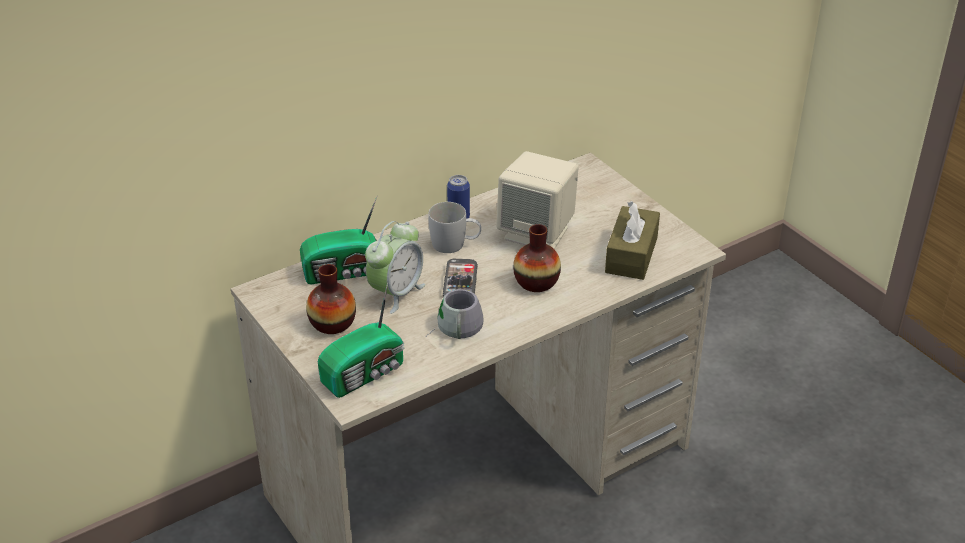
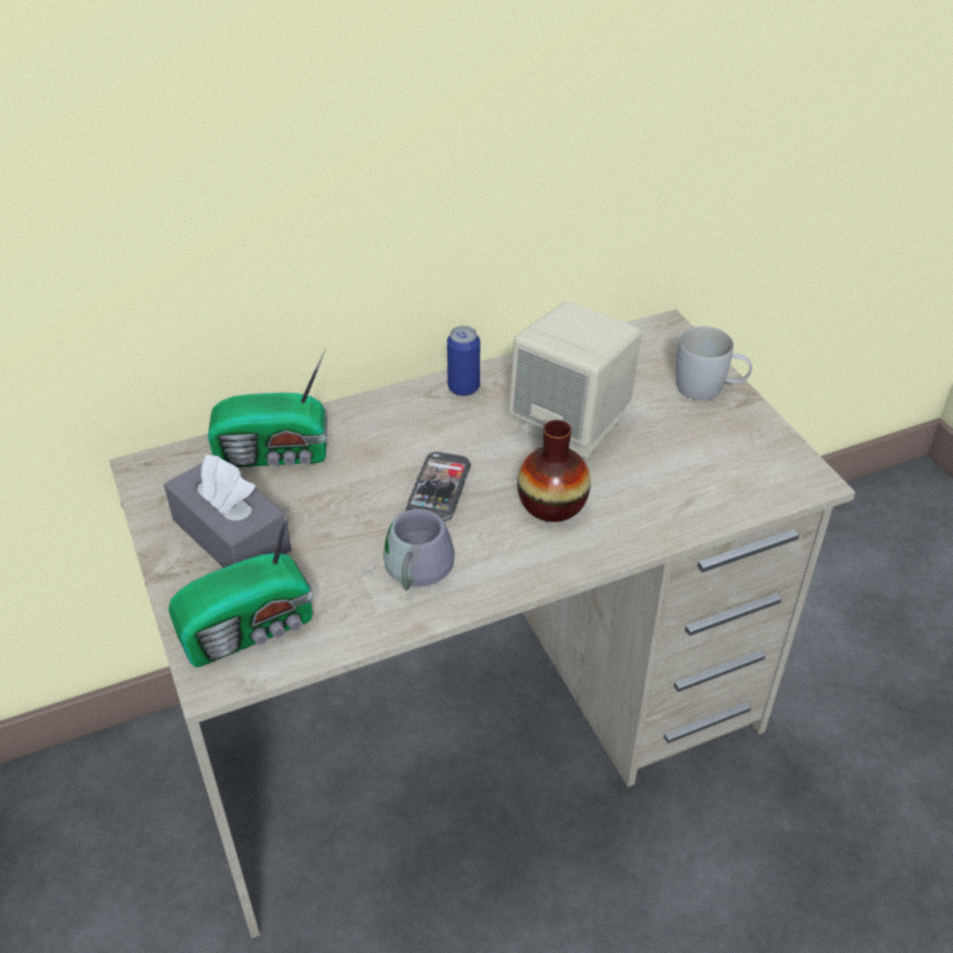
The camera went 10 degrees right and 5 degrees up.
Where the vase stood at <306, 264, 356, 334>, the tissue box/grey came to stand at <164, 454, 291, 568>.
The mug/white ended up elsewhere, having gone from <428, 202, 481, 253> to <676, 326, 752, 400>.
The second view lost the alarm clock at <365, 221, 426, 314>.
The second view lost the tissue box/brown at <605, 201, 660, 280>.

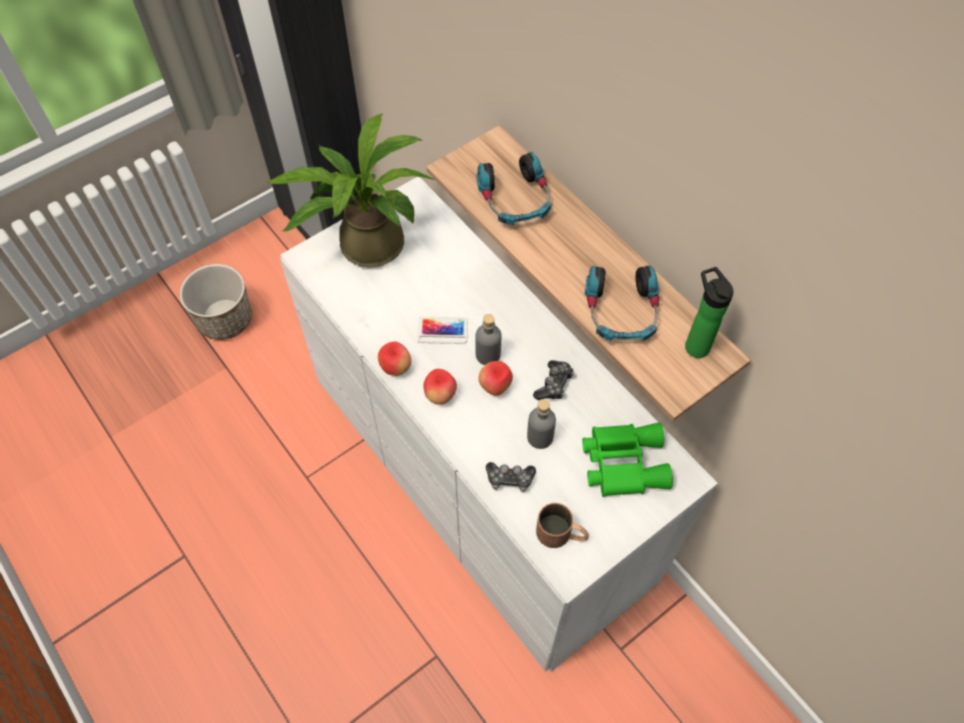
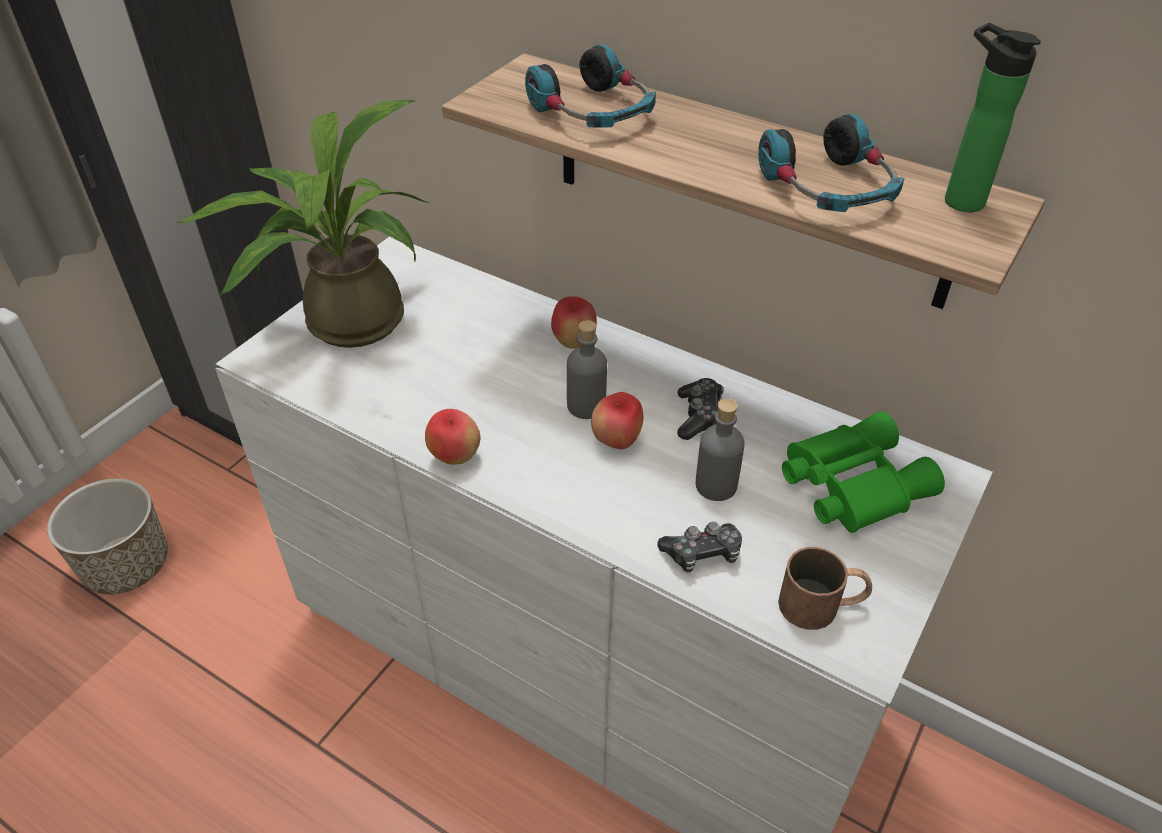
The camera went 20 degrees left and 15 degrees down.
The apple ended up elsewhere, having gone from <423, 369, 457, 405> to <551, 296, 597, 349>.
The second view lost the phone at <418, 316, 468, 344>.

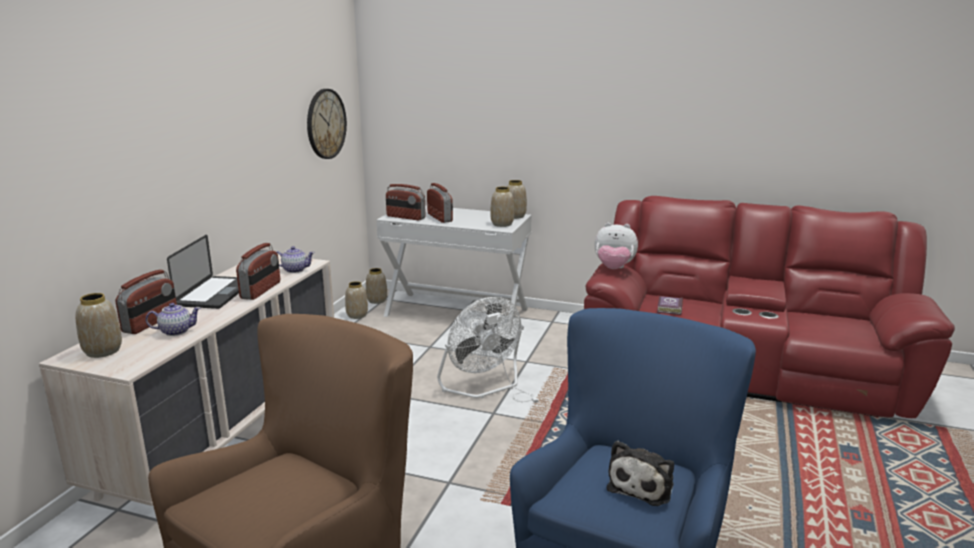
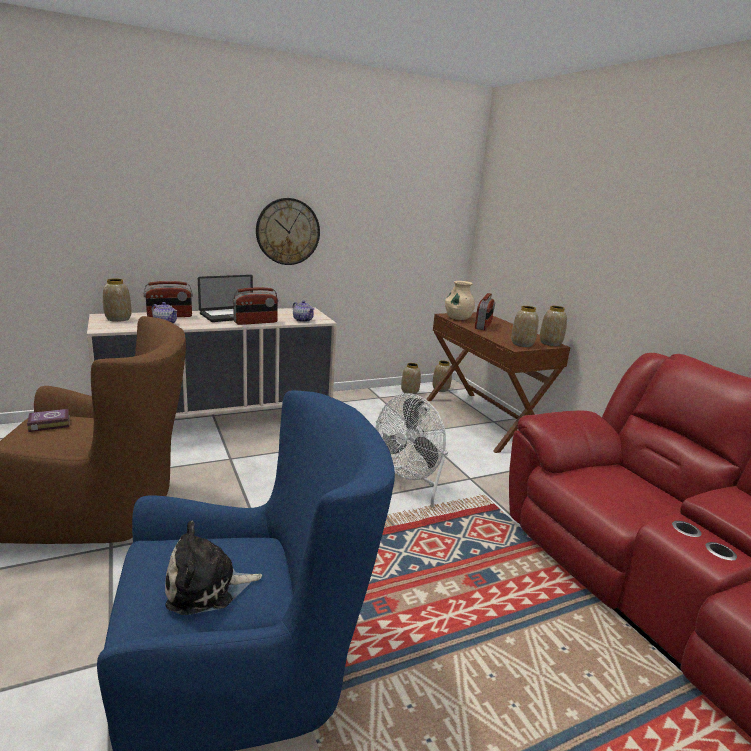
The camera went 45 degrees right and 0 degrees up.
The book ended up elsewhere, having gone from <657, 296, 683, 315> to <27, 409, 70, 432>.
The wall clock ended up elsewhere, having gone from <307, 89, 347, 159> to <256, 198, 320, 265>.
The fan/white at <437, 297, 538, 403> ended up facing another way, 150 degrees counterclockwise from before.
What was the console table/white at <376, 205, 532, 334> turned into the console table/brown at <427, 312, 571, 453>.
Where the radio stood at <386, 184, 426, 221>, the vase/beige came to stand at <445, 281, 475, 320>.
The second view lost the plush toy at <595, 223, 638, 269>.

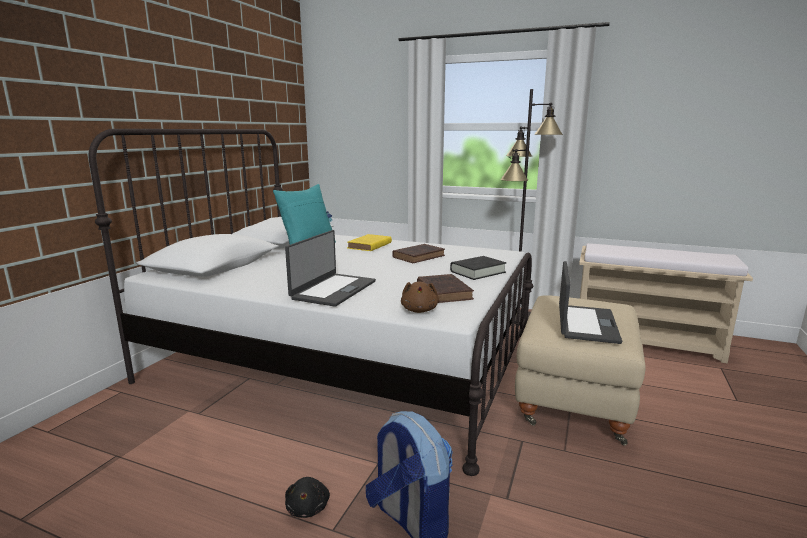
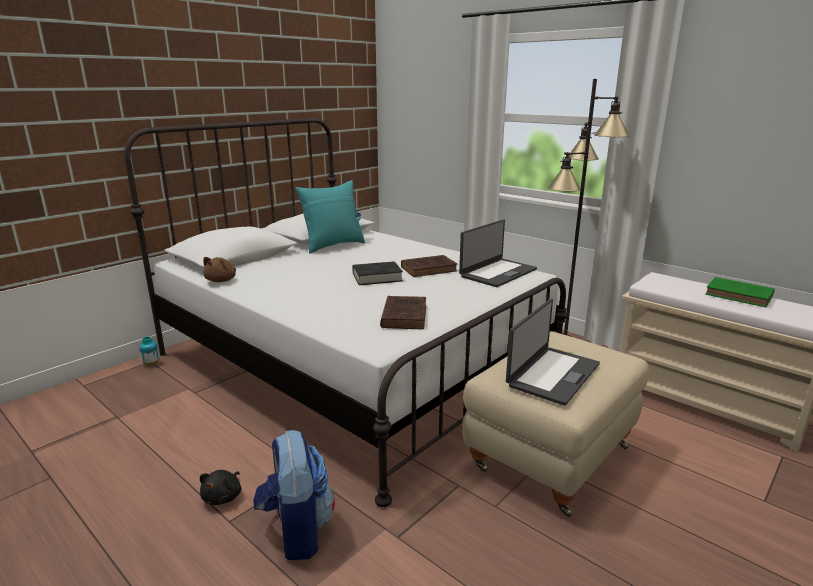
The camera went 20 degrees right and 5 degrees up.
The second view gained the vase at <140, 336, 159, 366>.
The plush toy/brown ended up elsewhere, having gone from <401, 281, 439, 313> to <203, 257, 236, 282>.
The book/black ended up elsewhere, having gone from <450, 256, 506, 280> to <352, 261, 403, 285>.
The laptop ended up elsewhere, having gone from <285, 230, 376, 307> to <459, 220, 537, 287>.
The second view gained the book/green at <705, 277, 775, 307>.
The second view lost the book/yellow at <347, 234, 392, 251>.

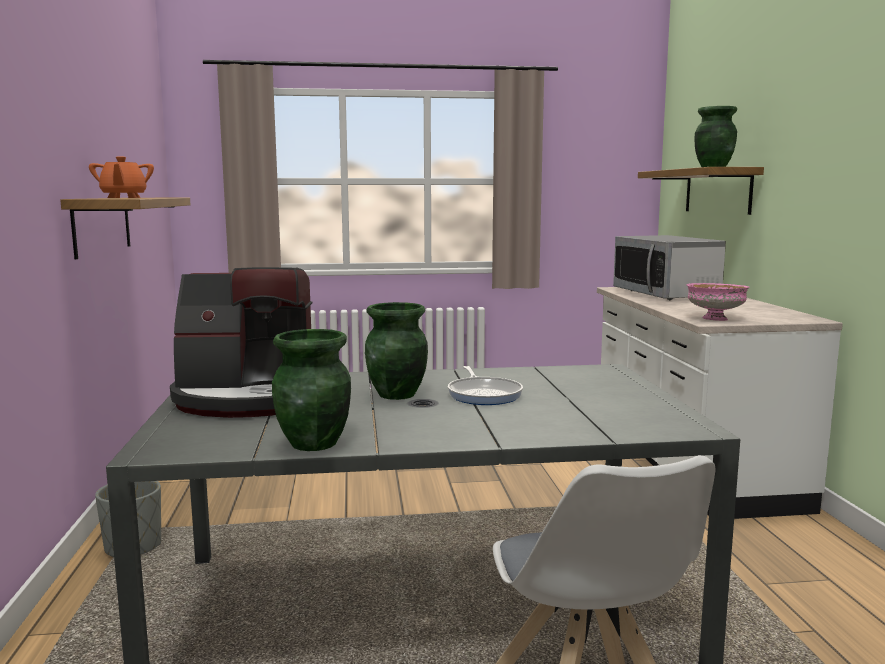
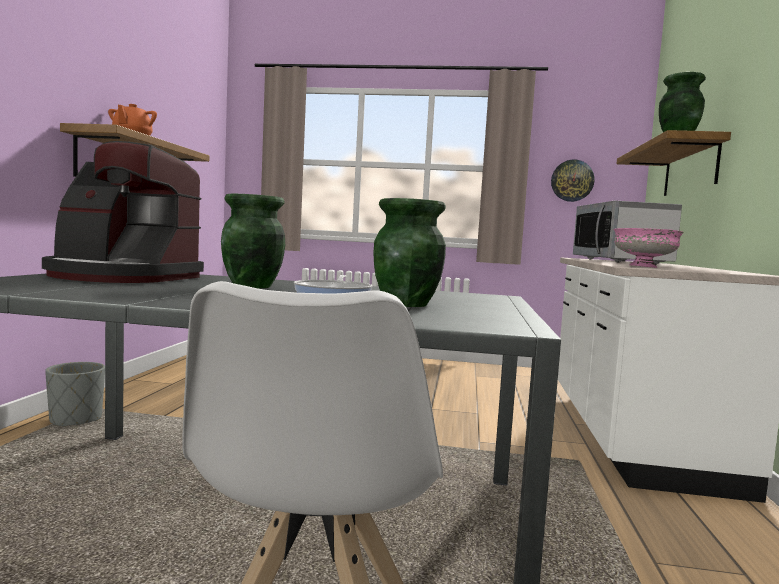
The camera went 15 degrees right and 5 degrees down.
The vase/green ended up elsewhere, having gone from <272, 329, 351, 451> to <373, 198, 446, 307>.
The second view gained the wall clock at <551, 159, 594, 202>.

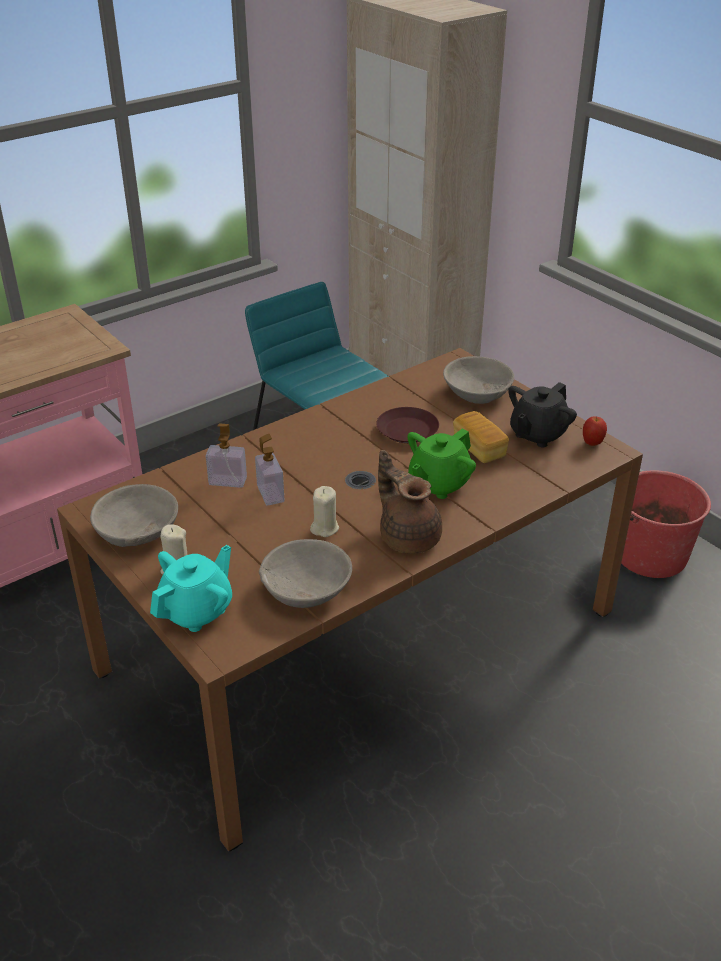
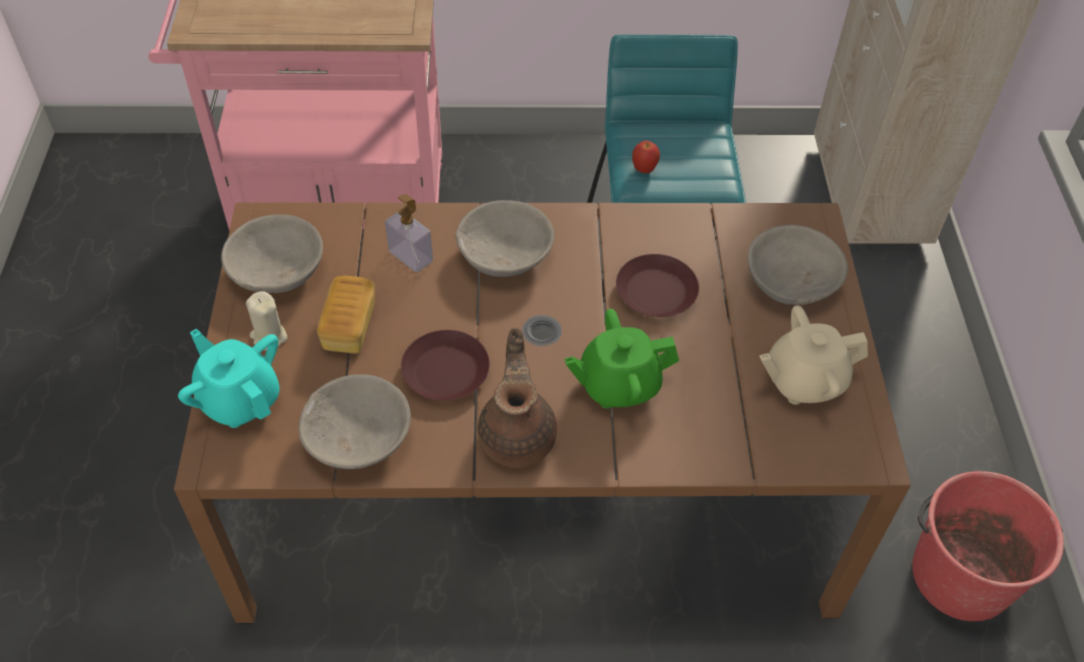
The camera went 35 degrees right and 15 degrees up.
The teapot/turquoise at <150, 545, 232, 632> ended up facing another way, 120 degrees counterclockwise from before.
The bread ended up elsewhere, having gone from <453, 411, 509, 463> to <317, 276, 375, 353>.
Where the candle/beige stood at <310, 486, 339, 537>, the plate/brown came to stand at <401, 330, 490, 401>.
The second view gained the bowl/grey at <455, 200, 554, 277>.
The apple ended up elsewhere, having gone from <583, 417, 607, 446> to <632, 141, 660, 173>.
What was the teapot/black at <508, 382, 577, 447> turned into the teapot/beige at <759, 305, 868, 405>.
The second view lost the soap dispenser at <255, 434, 284, 505>.

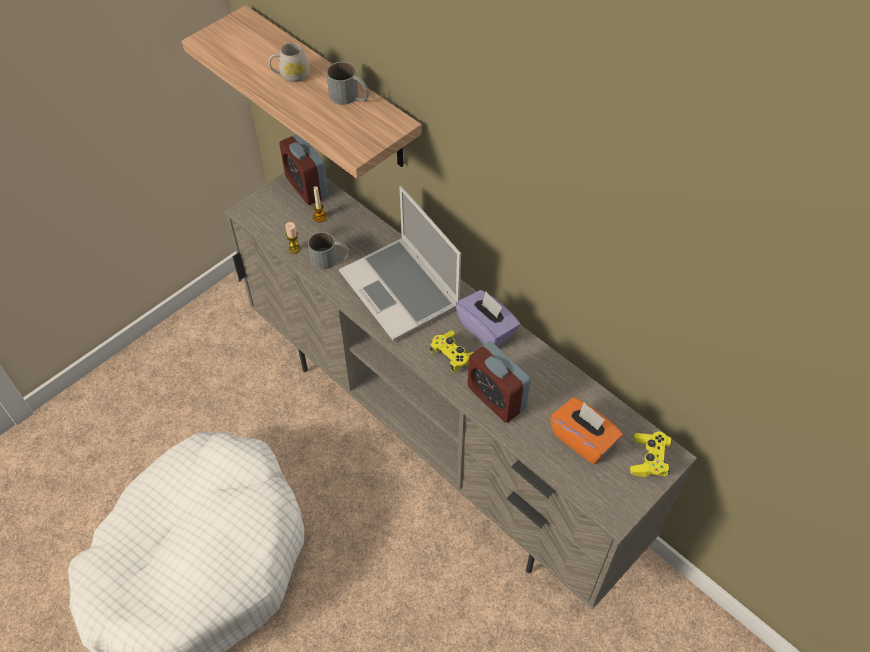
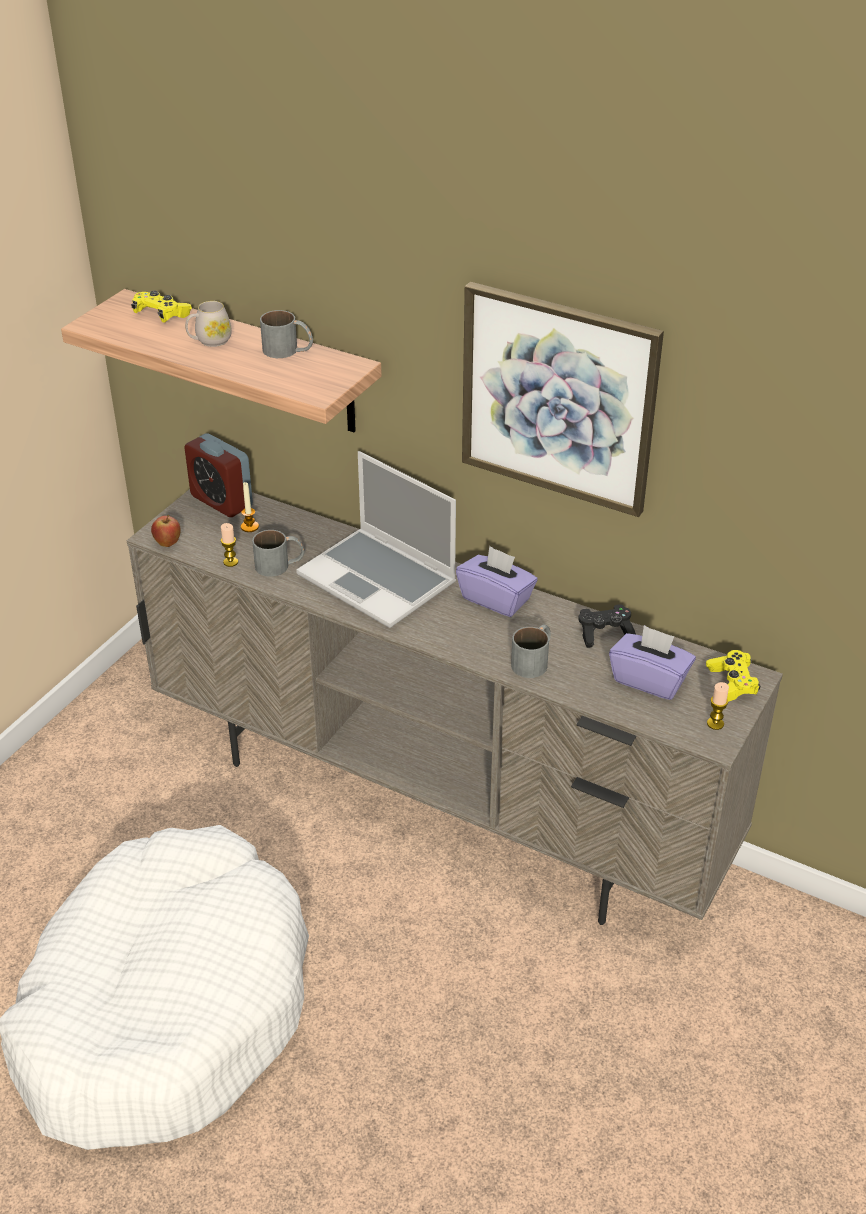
The camera went 15 degrees left and 15 degrees down.
The game controller/yellow ended up elsewhere, having gone from <429, 331, 474, 373> to <131, 291, 192, 323>.
The second view gained the apple at <151, 515, 181, 547>.
The second view gained the picture at <462, 282, 664, 517>.
Where the alarm clock stood at <468, 341, 531, 423>, the mug/grey came to stand at <511, 625, 551, 678>.
The second view gained the game controller/black at <578, 604, 636, 648>.
What was the tissue box/orange at <550, 397, 623, 464> turned into the tissue box/purple at <609, 625, 696, 700>.
The second view gained the candle at <707, 682, 729, 730>.

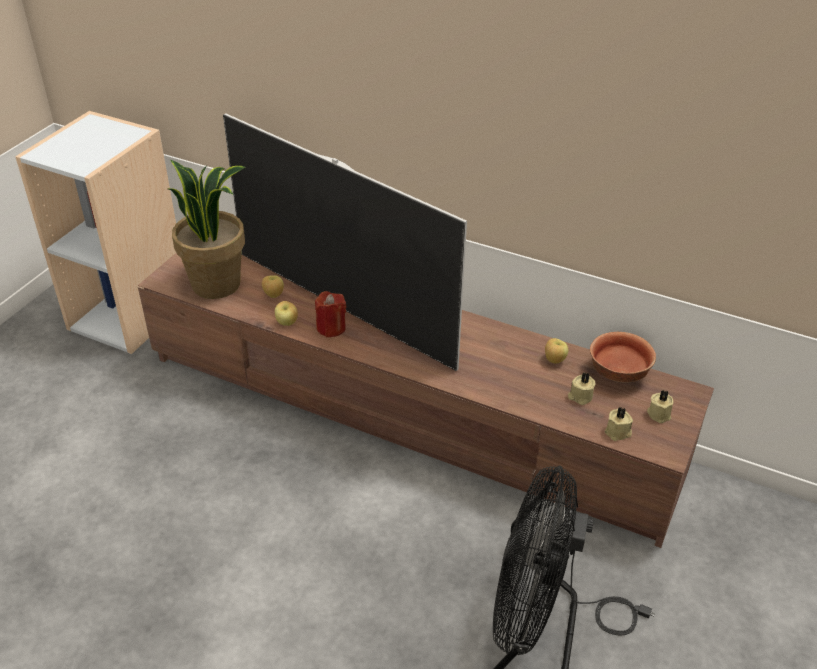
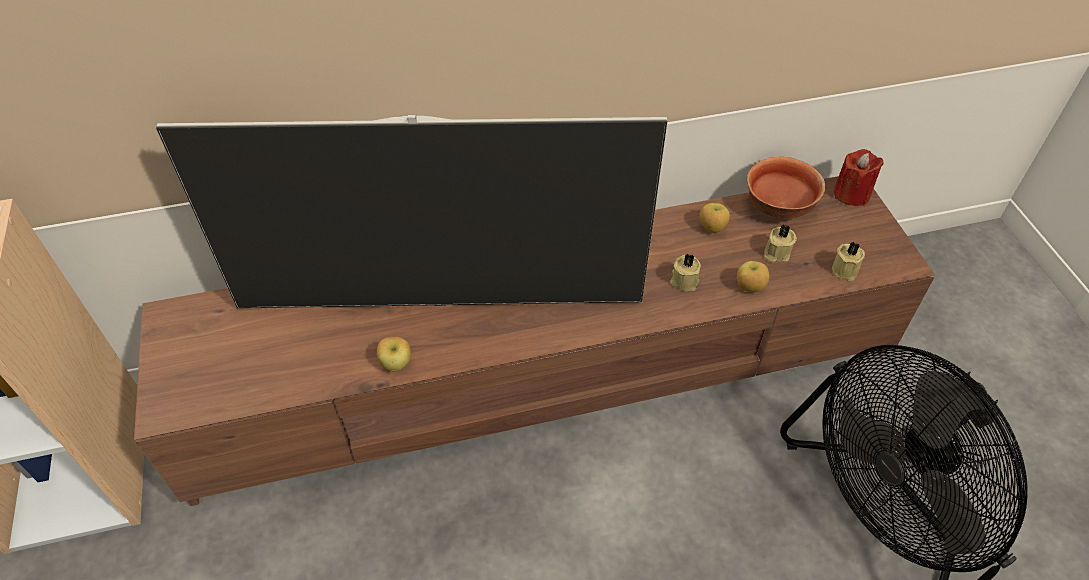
The camera went 40 degrees left and 10 degrees up.
The candle/beige ended up elsewhere, having gone from <647, 390, 673, 423> to <670, 254, 701, 291>.
The apple ended up elsewhere, having gone from <262, 275, 284, 298> to <737, 261, 769, 292>.
The candle/red ended up elsewhere, having gone from <315, 291, 346, 337> to <833, 149, 884, 206>.
The second view lost the potted plant at <168, 160, 245, 299>.

